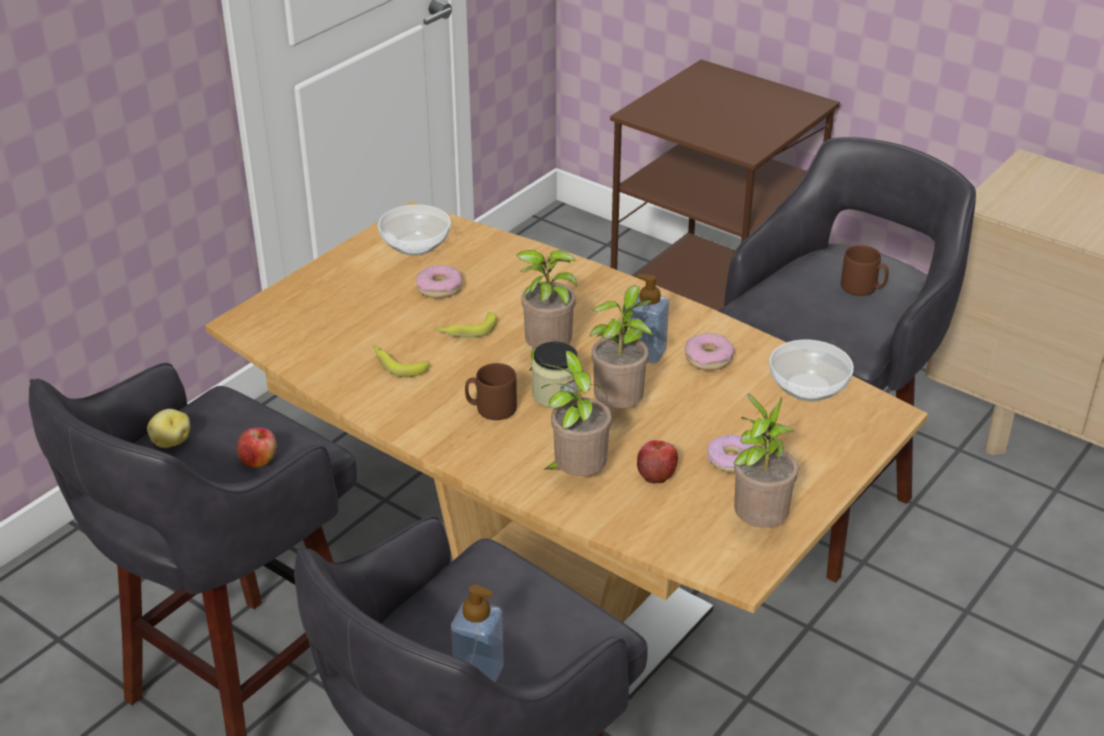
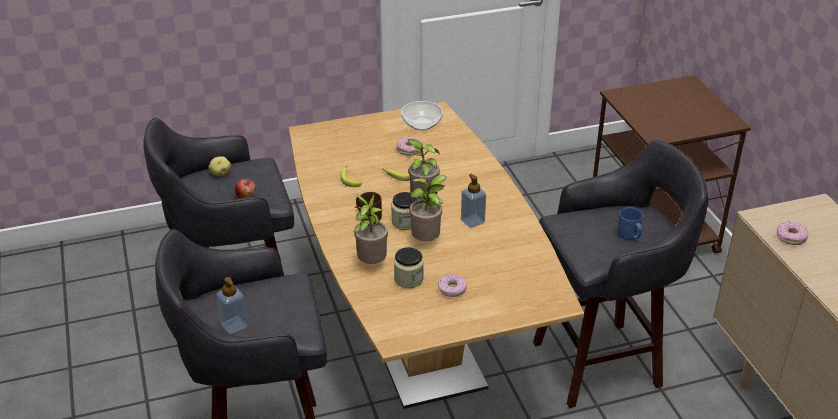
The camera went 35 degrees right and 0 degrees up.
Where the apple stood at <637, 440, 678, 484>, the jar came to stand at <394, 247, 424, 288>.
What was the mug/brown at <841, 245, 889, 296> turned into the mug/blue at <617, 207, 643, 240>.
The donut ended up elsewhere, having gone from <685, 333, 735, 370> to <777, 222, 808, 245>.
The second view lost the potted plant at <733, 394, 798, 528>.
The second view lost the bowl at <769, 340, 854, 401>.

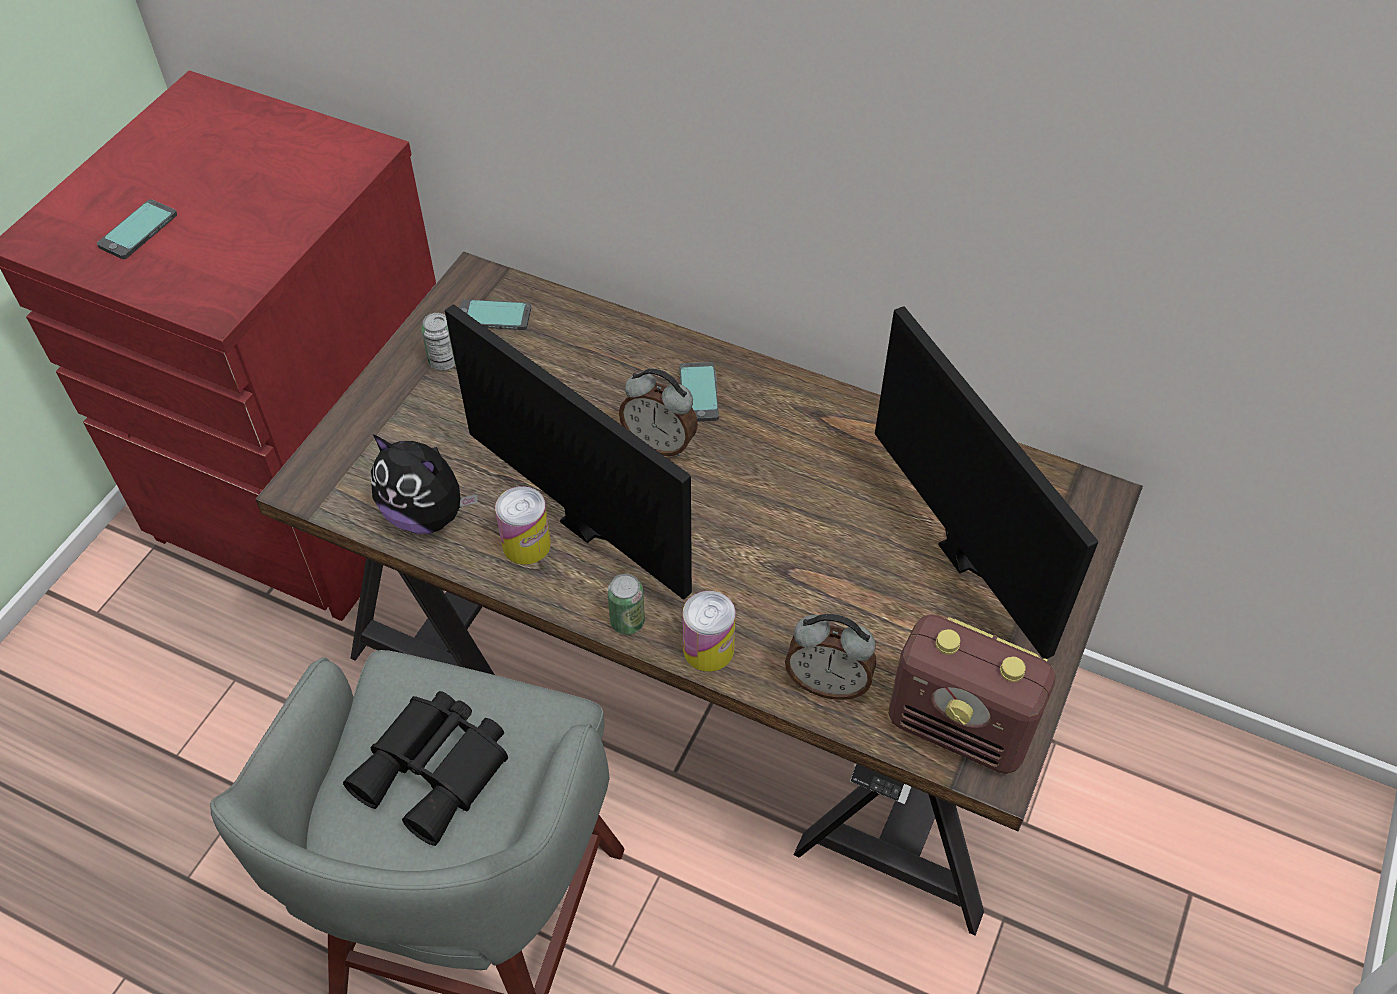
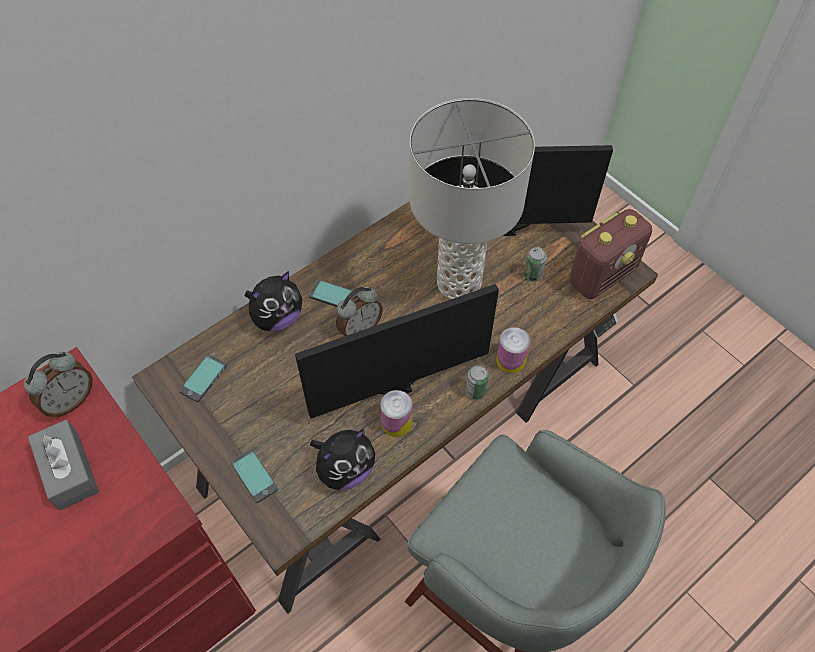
The camera went 65 degrees left and 5 degrees up.
The alarm clock ended up elsewhere, having gone from <785, 614, 876, 700> to <24, 352, 93, 417>.
The second view gained the tissue box/grey at <28, 419, 99, 510>.
The phone ended up elsewhere, having gone from <97, 199, 177, 259> to <230, 449, 278, 503>.
The second view gained the plush toy at <245, 271, 302, 332>.
The second view gained the table lamp/white at <410, 98, 535, 299>.
The can ended up elsewhere, having gone from <421, 313, 456, 371> to <524, 247, 547, 282>.
The second view lost the binoculars/black at <343, 691, 508, 846>.

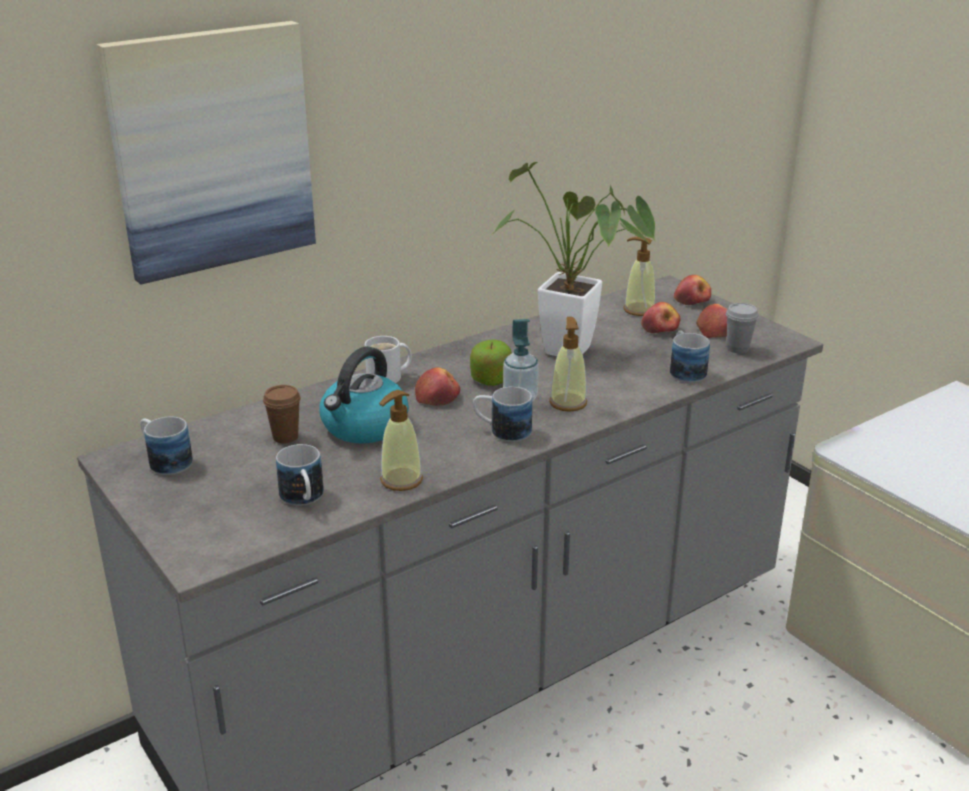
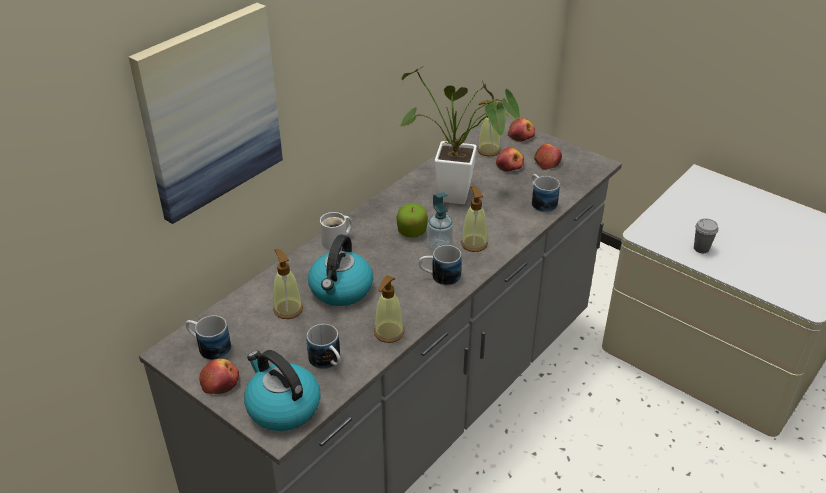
The camera went 15 degrees left and 10 degrees up.
The apple ended up elsewhere, having gone from <415, 368, 460, 406> to <199, 359, 239, 394>.
The second view gained the kettle at <244, 350, 320, 431>.
Where the cup/brown stood at <263, 385, 301, 444>, the soap dispenser came to stand at <273, 249, 303, 319>.
The cup/grey ended up elsewhere, having gone from <726, 303, 759, 353> to <694, 218, 719, 253>.

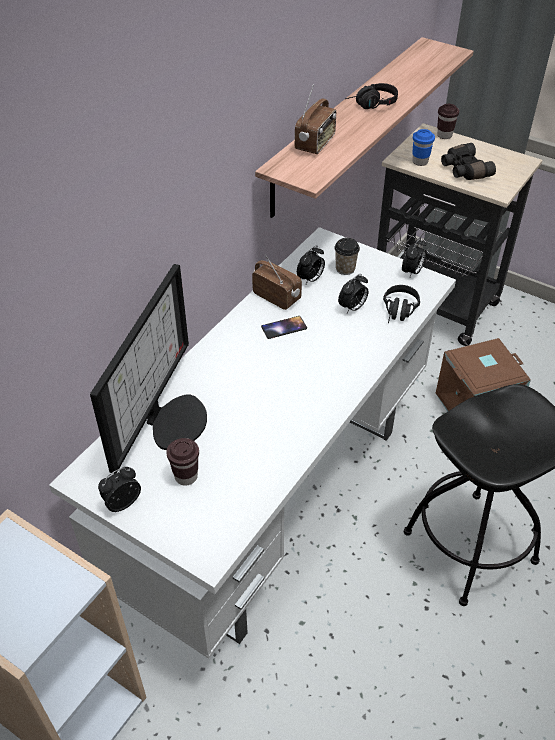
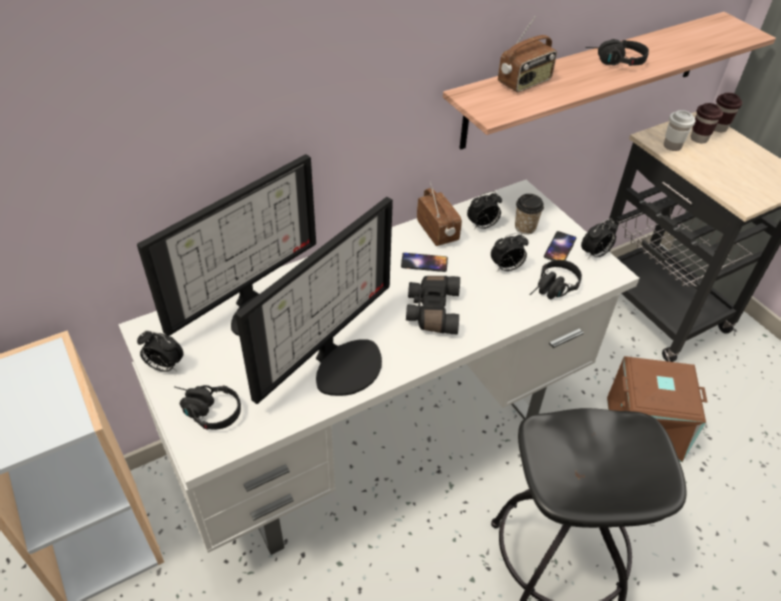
The camera went 25 degrees right and 0 degrees up.
The alarm clock at <98, 467, 141, 512> ended up facing another way, 150 degrees counterclockwise from before.
The second view gained the headphones/black at <174, 385, 241, 430>.
The second view gained the monitor at <235, 197, 393, 404>.
The binoculars/black ended up elsewhere, having gone from <441, 143, 496, 180> to <406, 276, 460, 334>.
The second view gained the phone at <544, 231, 576, 261>.
What was the cup/blue at <412, 129, 435, 166> turned into the cup/white at <664, 110, 696, 151>.
The cup/brown ended up elsewhere, having gone from <166, 438, 199, 486> to <691, 103, 723, 144>.

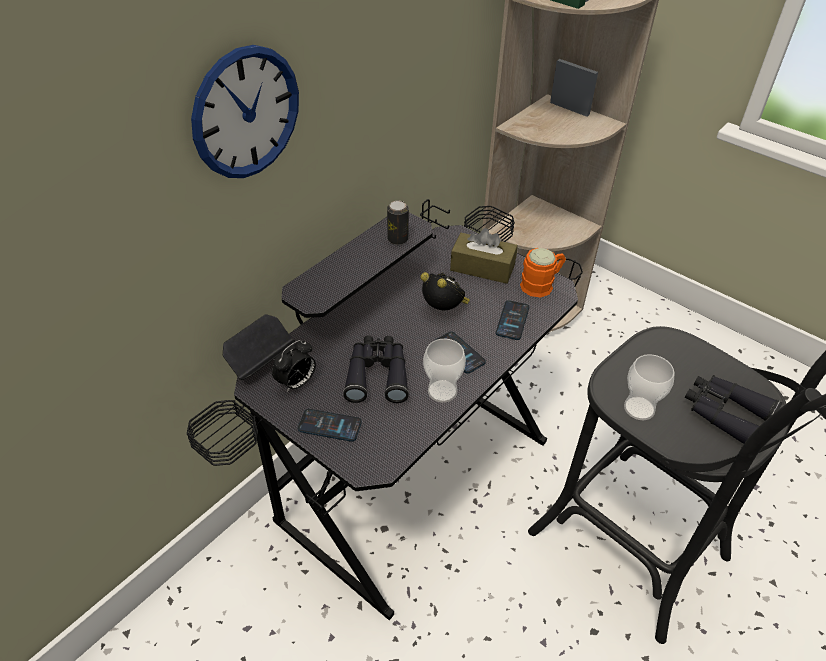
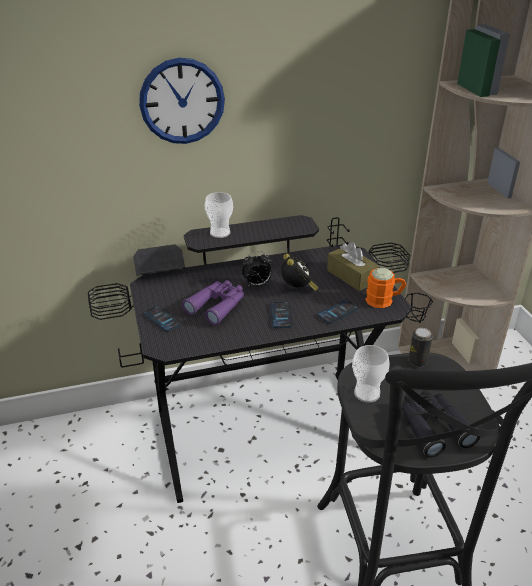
The camera went 35 degrees right and 10 degrees down.
What was the binoculars/black at <343, 335, 409, 403> turned into the binoculars/purple at <182, 280, 244, 325>.
The cup ended up elsewhere, having gone from <423, 339, 466, 403> to <205, 192, 233, 238>.
The alarm clock ended up elsewhere, having gone from <272, 340, 316, 393> to <242, 251, 272, 287>.
The can ended up elsewhere, having gone from <387, 200, 409, 245> to <409, 328, 433, 367>.

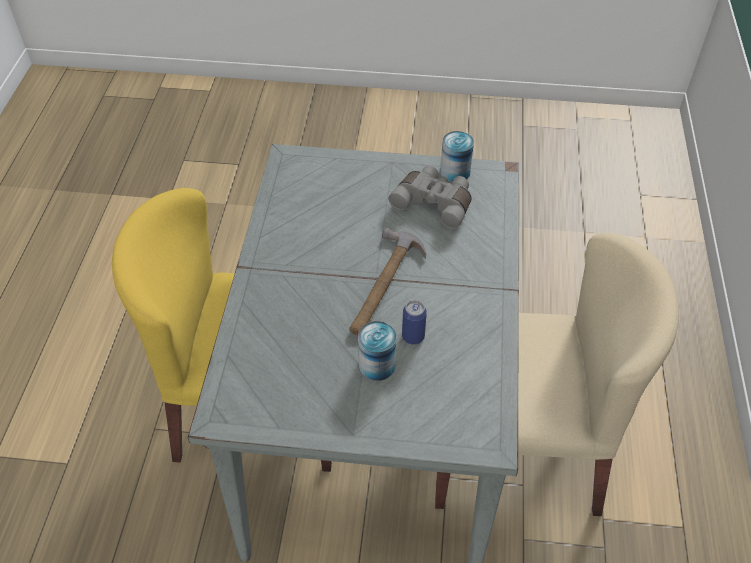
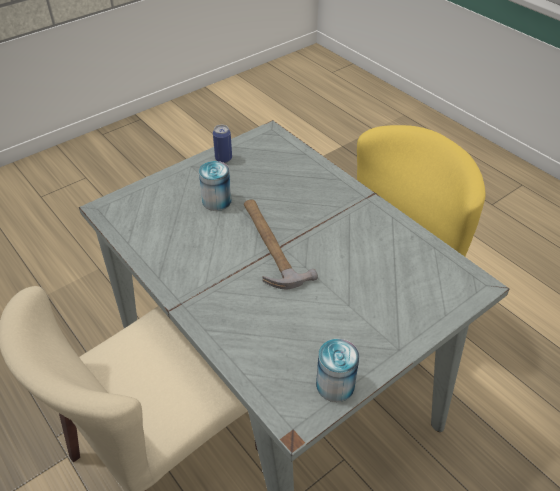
The camera went 135 degrees right and 5 degrees down.
The can ended up elsewhere, having gone from <402, 300, 427, 345> to <213, 125, 232, 163>.
The second view lost the binoculars/grey at <389, 166, 472, 229>.

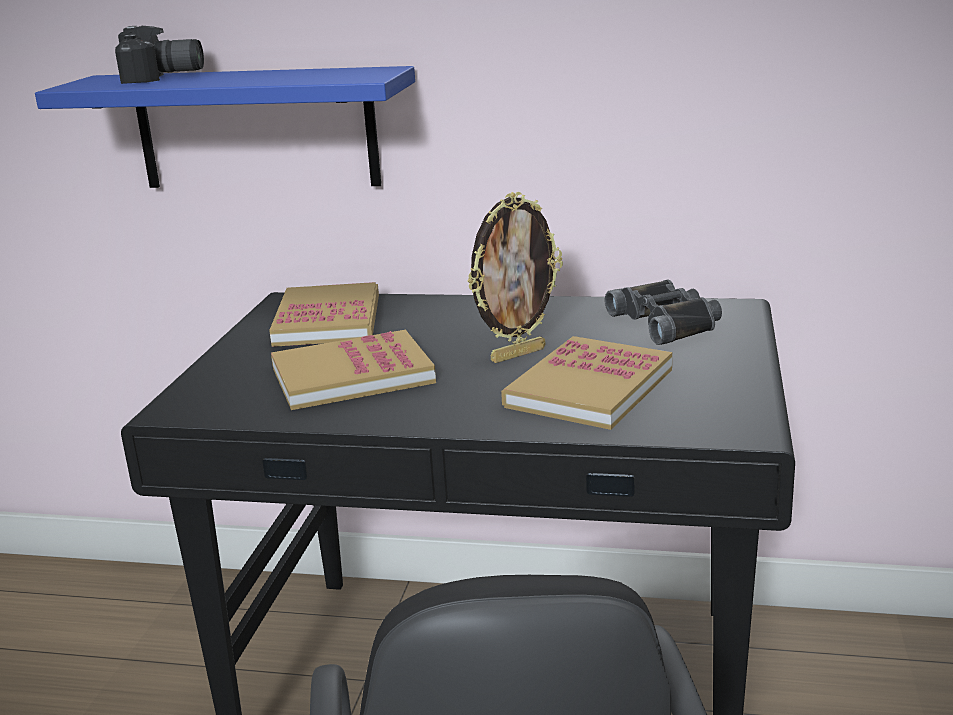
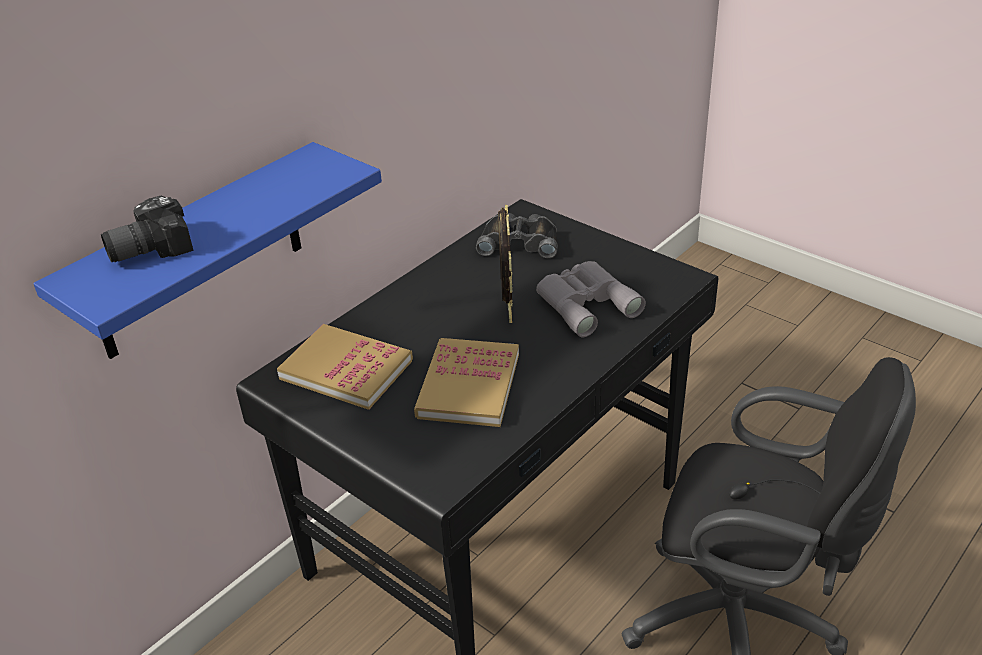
The camera went 60 degrees left and 15 degrees up.
The photo camera at <115, 26, 204, 84> ended up facing another way, 150 degrees counterclockwise from before.
Where the book stood at <501, 336, 672, 430>, the binoculars/grey came to stand at <536, 261, 646, 337>.

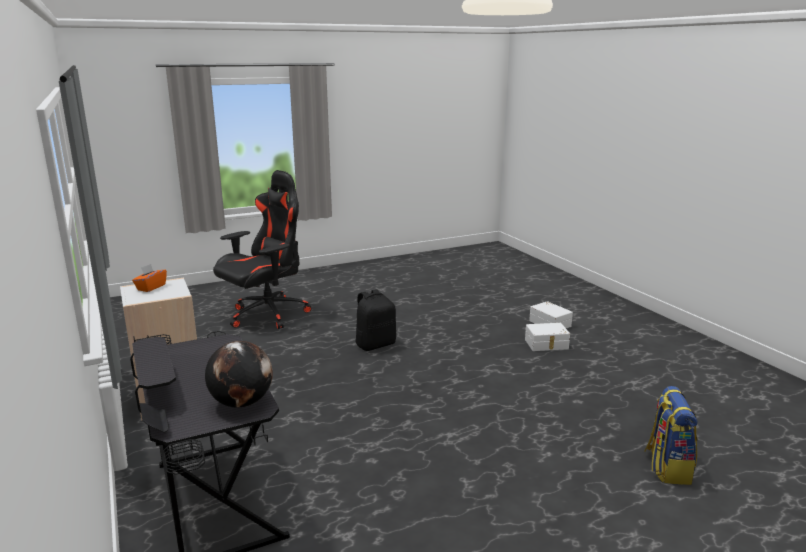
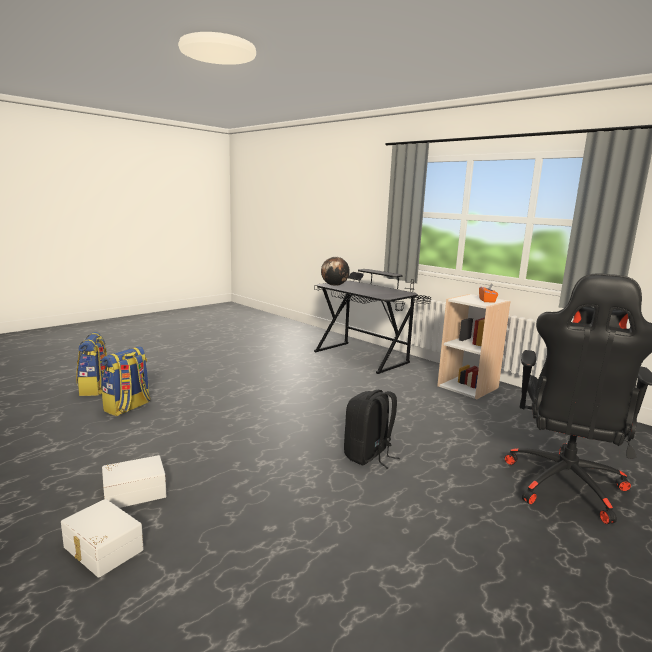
The camera went 160 degrees right and 5 degrees down.
The second view gained the backpack at <101, 346, 150, 416>.

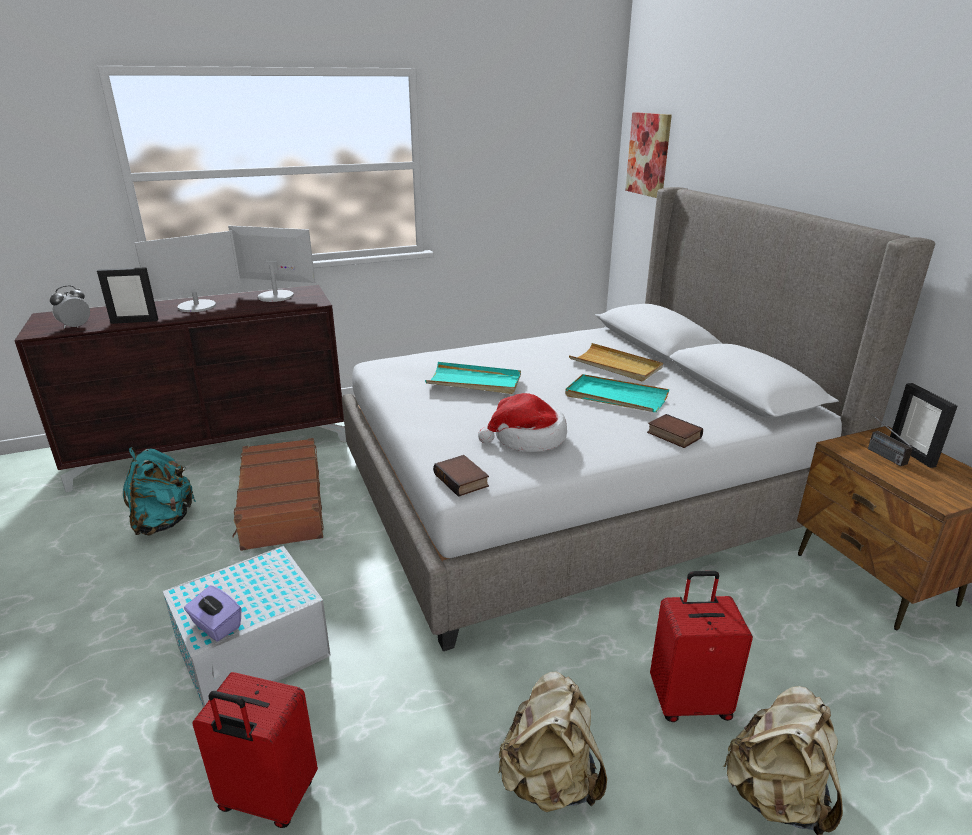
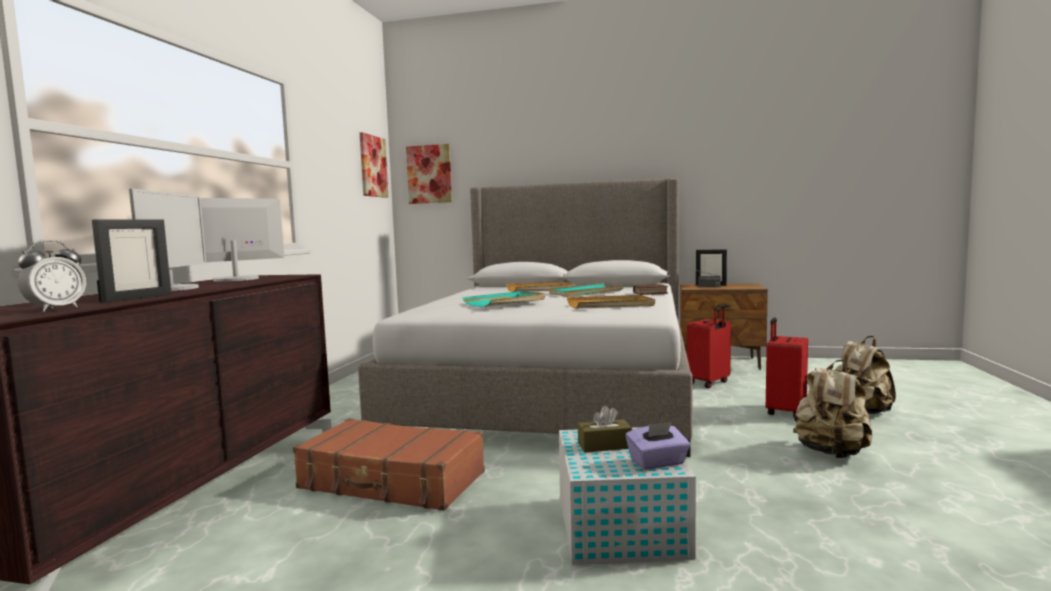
The camera went 55 degrees left and 20 degrees down.
The alarm clock at <50, 285, 90, 328> ended up facing another way, 135 degrees counterclockwise from before.
The second view gained the picture at <360, 132, 388, 198>.
Where the hat stood at <478, 393, 567, 452>, the tray/beige came to stand at <567, 295, 655, 309>.
The second view gained the tissue box/brown at <578, 406, 632, 452>.
The suitcase/red ended up elsewhere, having gone from <192, 672, 318, 828> to <687, 305, 731, 388>.
The second view lost the backpack/turquoise at <123, 447, 196, 536>.
The second view lost the book at <433, 455, 489, 497>.

